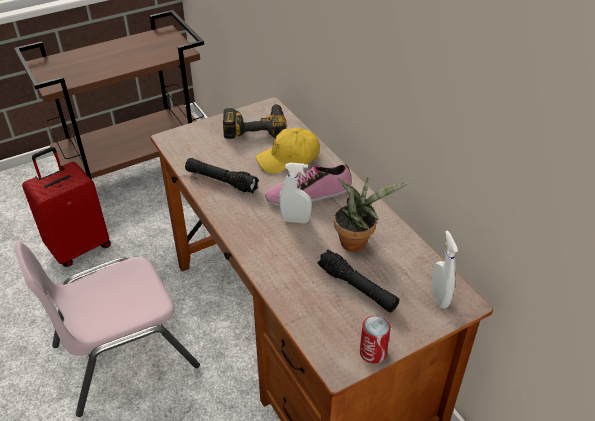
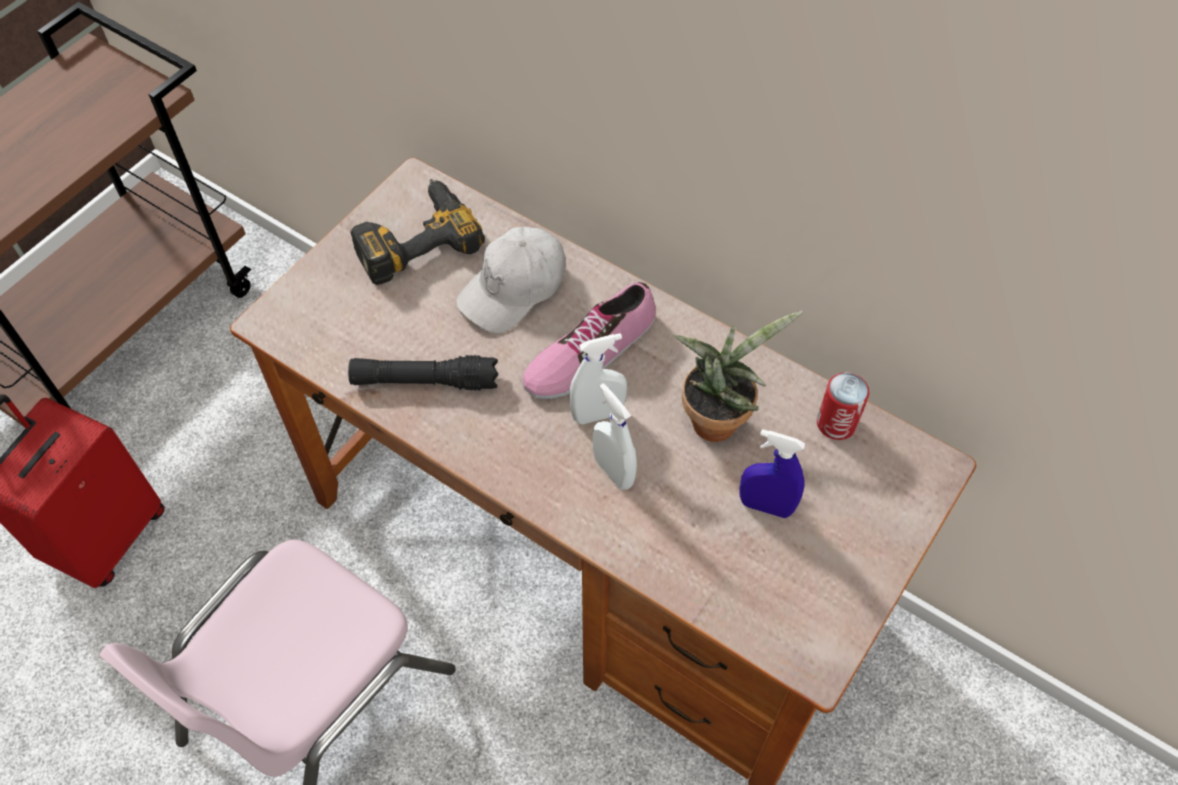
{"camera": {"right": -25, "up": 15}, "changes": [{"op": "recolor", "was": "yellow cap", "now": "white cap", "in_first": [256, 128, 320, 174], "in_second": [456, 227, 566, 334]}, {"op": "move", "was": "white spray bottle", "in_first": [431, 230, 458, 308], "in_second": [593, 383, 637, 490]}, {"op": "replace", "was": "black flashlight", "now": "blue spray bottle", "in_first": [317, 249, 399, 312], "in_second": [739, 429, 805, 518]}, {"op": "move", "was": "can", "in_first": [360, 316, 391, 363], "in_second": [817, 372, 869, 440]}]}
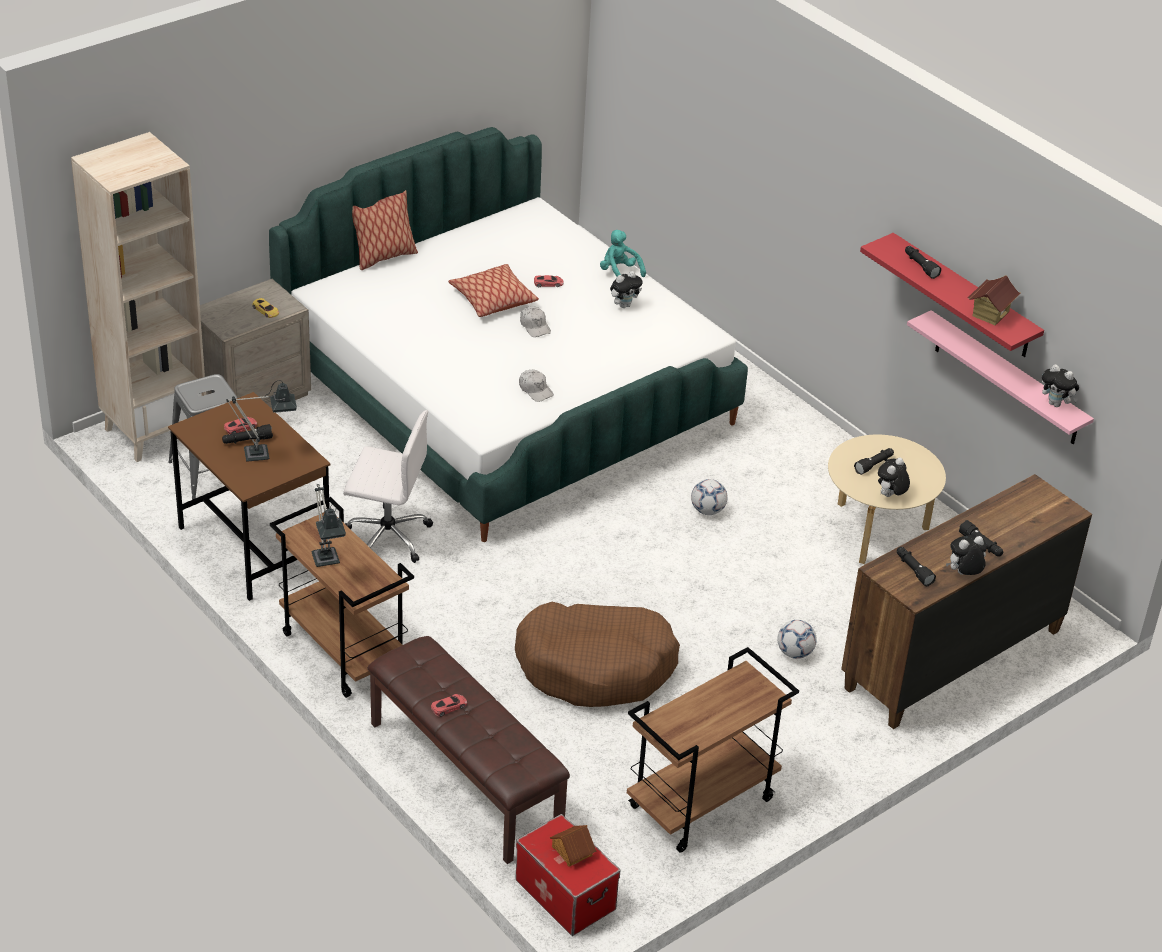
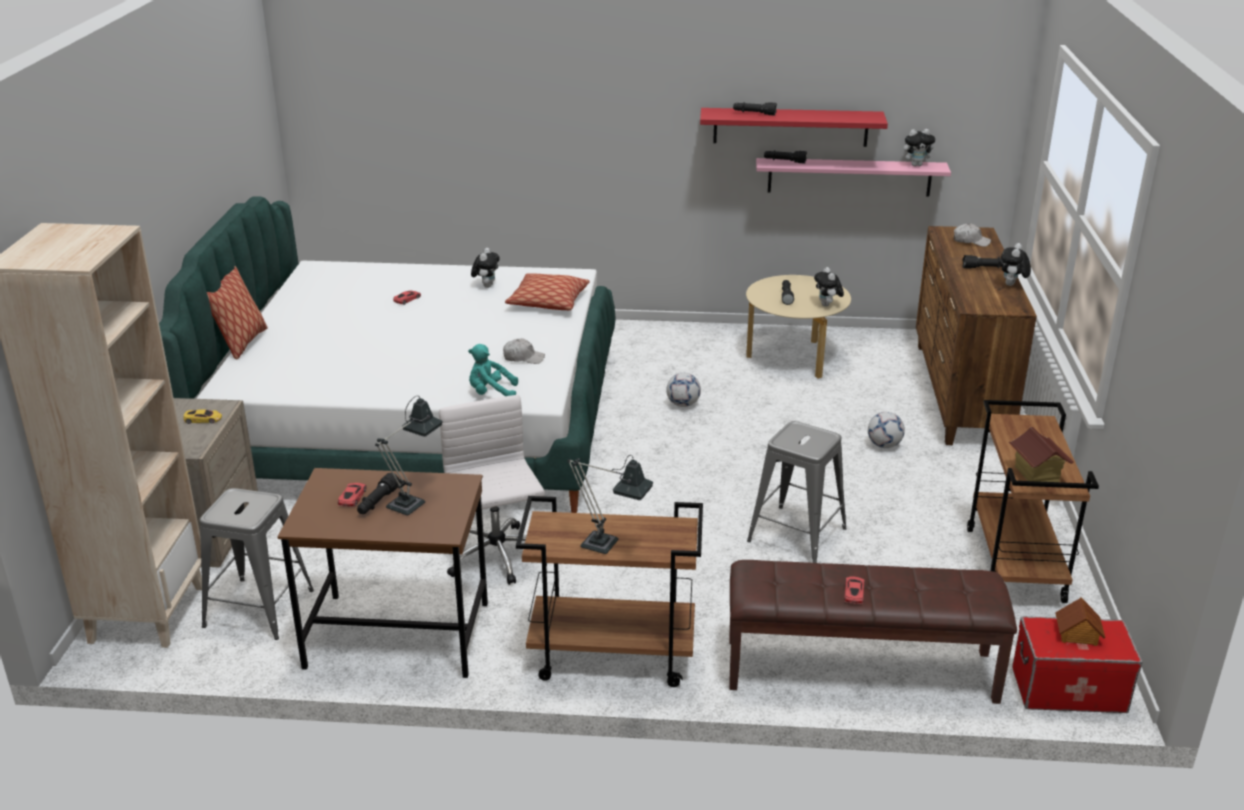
{"camera": {"right": -45, "up": -10}, "changes": [{"op": "rotate", "was": "white office chair", "in_first": [343, 410, 433, 563], "in_second": [439, 395, 545, 585], "clockwise": -75}, {"op": "move", "was": "turquoise plush toy", "in_first": [600, 230, 646, 277], "in_second": [468, 344, 518, 396]}, {"op": "move", "was": "pillow", "in_first": [448, 264, 539, 317], "in_second": [505, 274, 590, 310]}, {"op": "replace", "was": "brown dog bed", "now": "grey stool", "in_first": [515, 602, 680, 707], "in_second": [747, 421, 847, 563]}, {"op": "move", "was": "black flashlight", "in_first": [897, 547, 936, 586], "in_second": [764, 150, 807, 164]}, {"op": "move", "was": "white cap", "in_first": [520, 306, 551, 337], "in_second": [954, 224, 991, 247]}, {"op": "move", "was": "toy house", "in_first": [968, 275, 1021, 325], "in_second": [1009, 427, 1074, 482]}]}
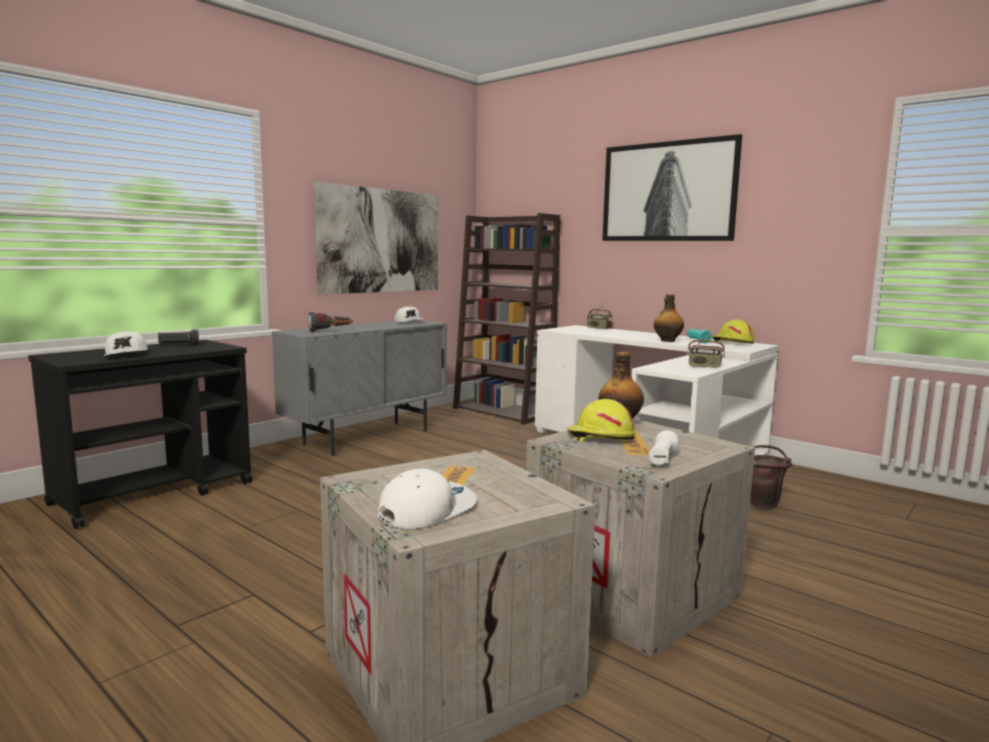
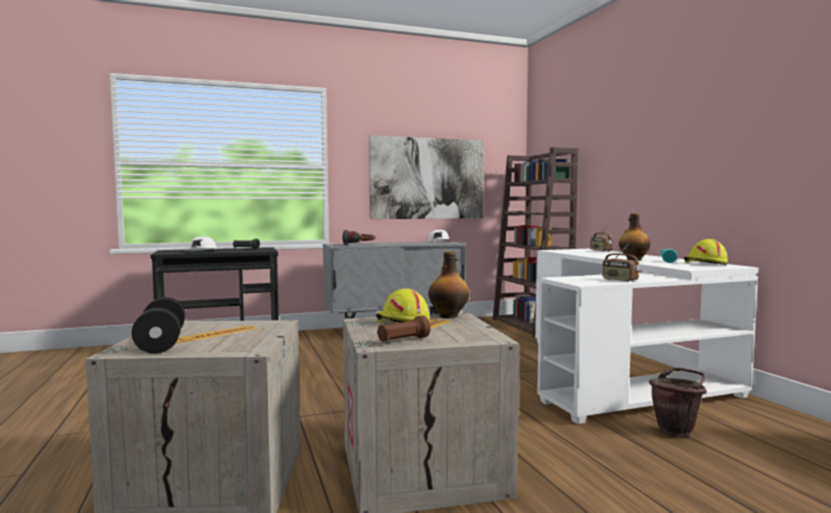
{"camera": {"right": 30, "up": -5}, "changes": [{"op": "replace", "was": "white cap", "now": "black dumbbell", "in_first": [378, 469, 477, 529], "in_second": [132, 297, 185, 354]}, {"op": "recolor", "was": "white flashlight", "now": "brown flashlight", "in_first": [649, 430, 680, 465], "in_second": [377, 316, 431, 342]}, {"op": "delete", "was": "picture", "in_first": [602, 134, 742, 241]}]}
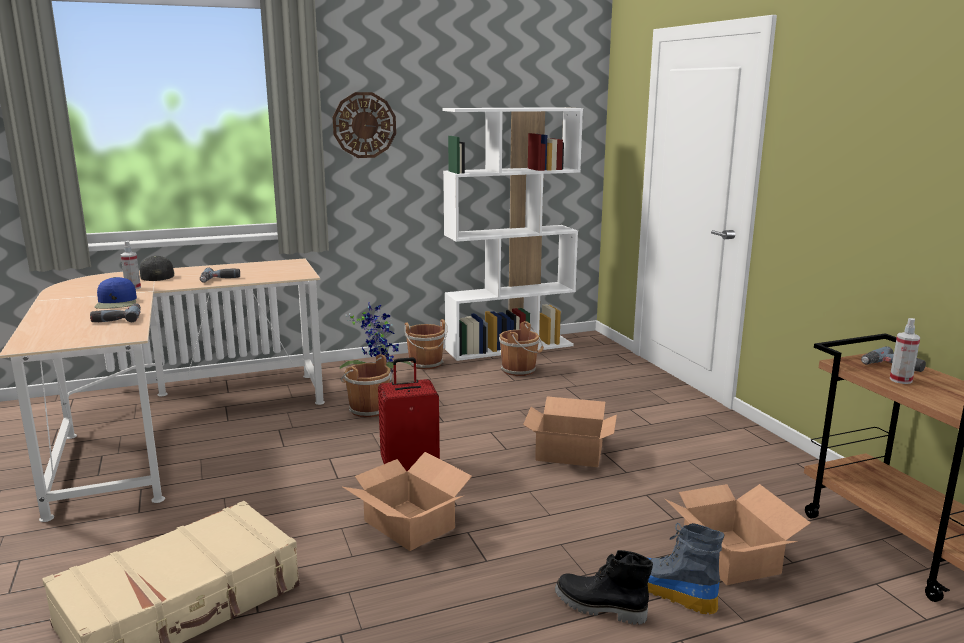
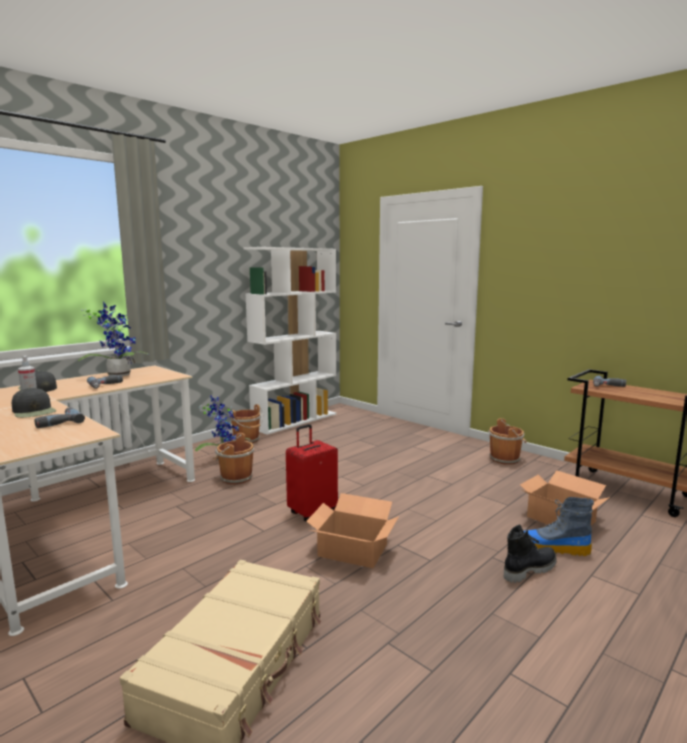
{"camera": {"right": -25, "up": -5}, "changes": [{"op": "recolor", "was": "blue cap", "now": "black cap", "in_first": [95, 277, 137, 309], "in_second": [12, 388, 57, 418]}, {"op": "insert", "now": "potted plant", "in_second": [78, 302, 149, 376]}, {"op": "move", "was": "brown bucket", "in_first": [499, 321, 544, 376], "in_second": [488, 418, 527, 465]}, {"op": "rotate", "was": "black boot", "in_first": [555, 550, 653, 625], "in_second": [504, 524, 557, 583], "clockwise": 150}, {"op": "delete", "was": "wall clock", "in_first": [333, 92, 396, 158]}, {"op": "delete", "was": "cardboard box", "in_first": [523, 396, 617, 467]}, {"op": "delete", "was": "spray bottle", "in_first": [890, 318, 920, 384]}]}
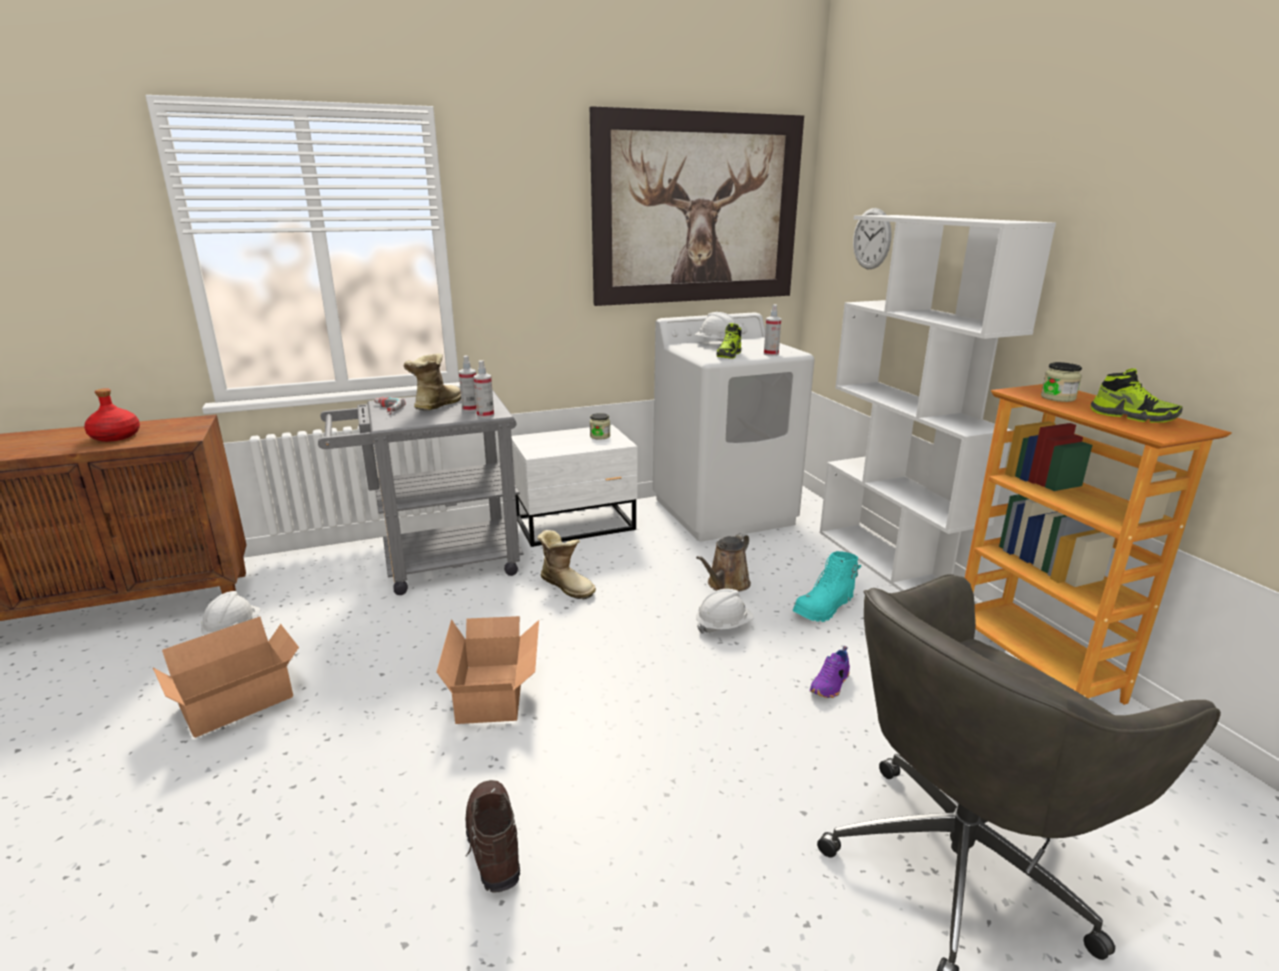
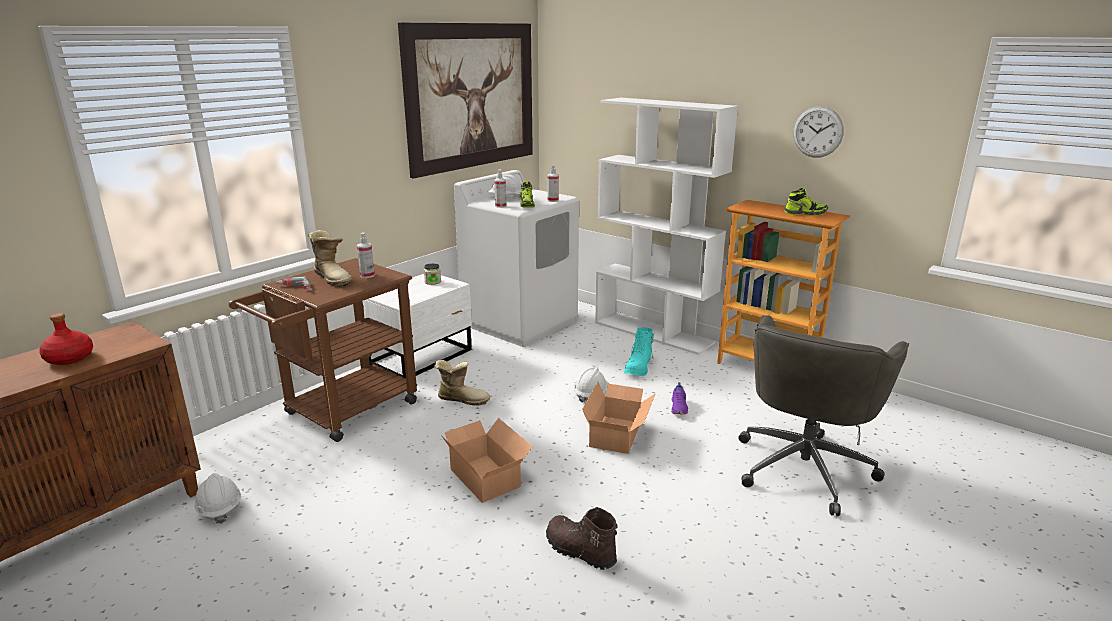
{"camera": {"right": -30, "up": 0}, "changes": [{"op": "recolor", "was": "grey cart", "now": "brown cart", "in_first": [318, 390, 524, 595], "in_second": [229, 258, 417, 442]}, {"op": "rotate", "was": "boot", "in_first": [404, 353, 461, 410], "in_second": [308, 230, 352, 287], "clockwise": 150}, {"op": "move", "was": "spray bottle", "in_first": [474, 360, 494, 418], "in_second": [494, 169, 506, 208]}, {"op": "move", "was": "cardboard box", "in_first": [153, 617, 299, 738], "in_second": [582, 382, 656, 454]}, {"op": "move", "was": "wall clock", "in_first": [853, 208, 892, 269], "in_second": [793, 106, 844, 158]}, {"op": "delete", "was": "brown watering can", "in_first": [696, 533, 751, 592]}, {"op": "delete", "was": "jar", "in_first": [1041, 362, 1082, 402]}]}
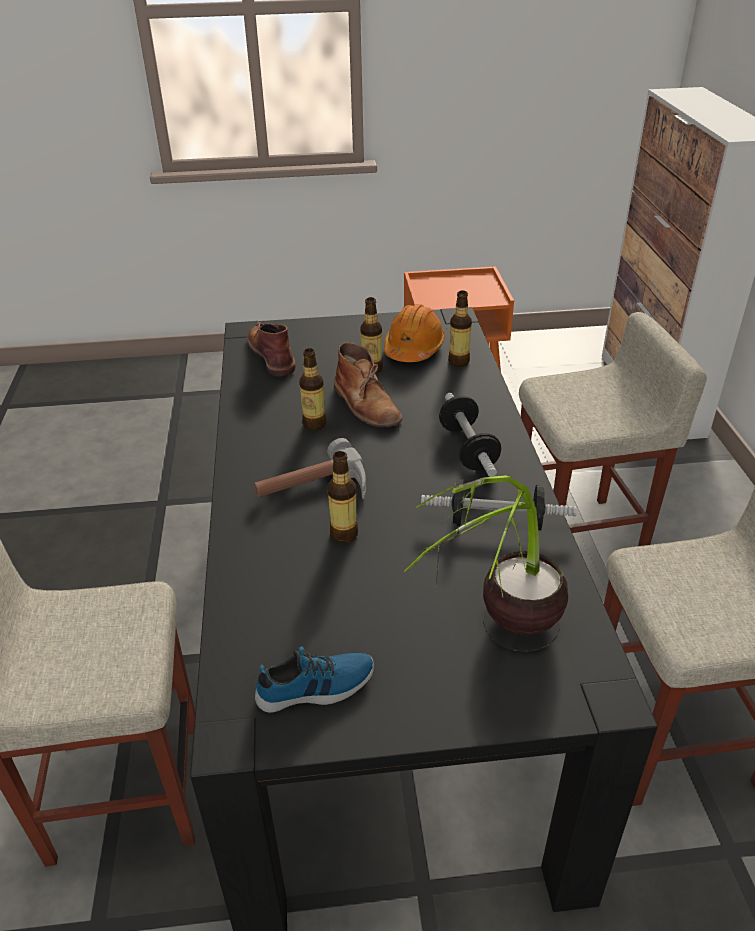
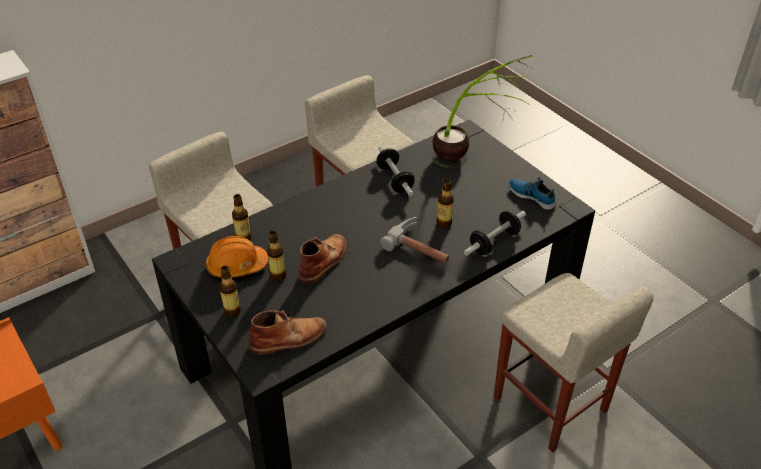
{"camera": {"right": -120, "up": 5}, "changes": [{"op": "move", "was": "bottle", "in_first": [299, 348, 326, 431], "in_second": [219, 266, 241, 317]}, {"op": "rotate", "was": "brown boot", "in_first": [247, 322, 296, 377], "in_second": [248, 310, 327, 355], "clockwise": -150}, {"op": "move", "was": "dumbbell", "in_first": [439, 393, 501, 477], "in_second": [464, 211, 526, 256]}]}
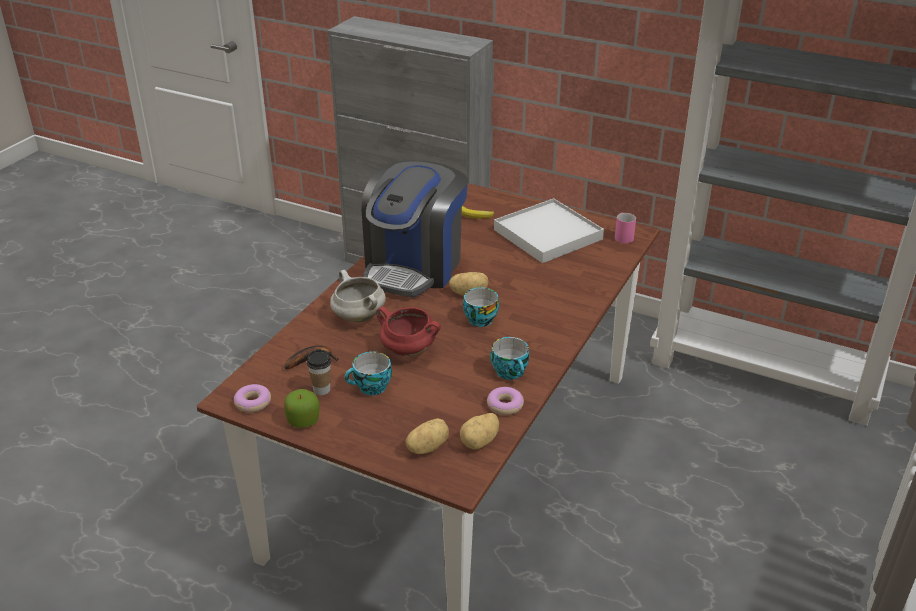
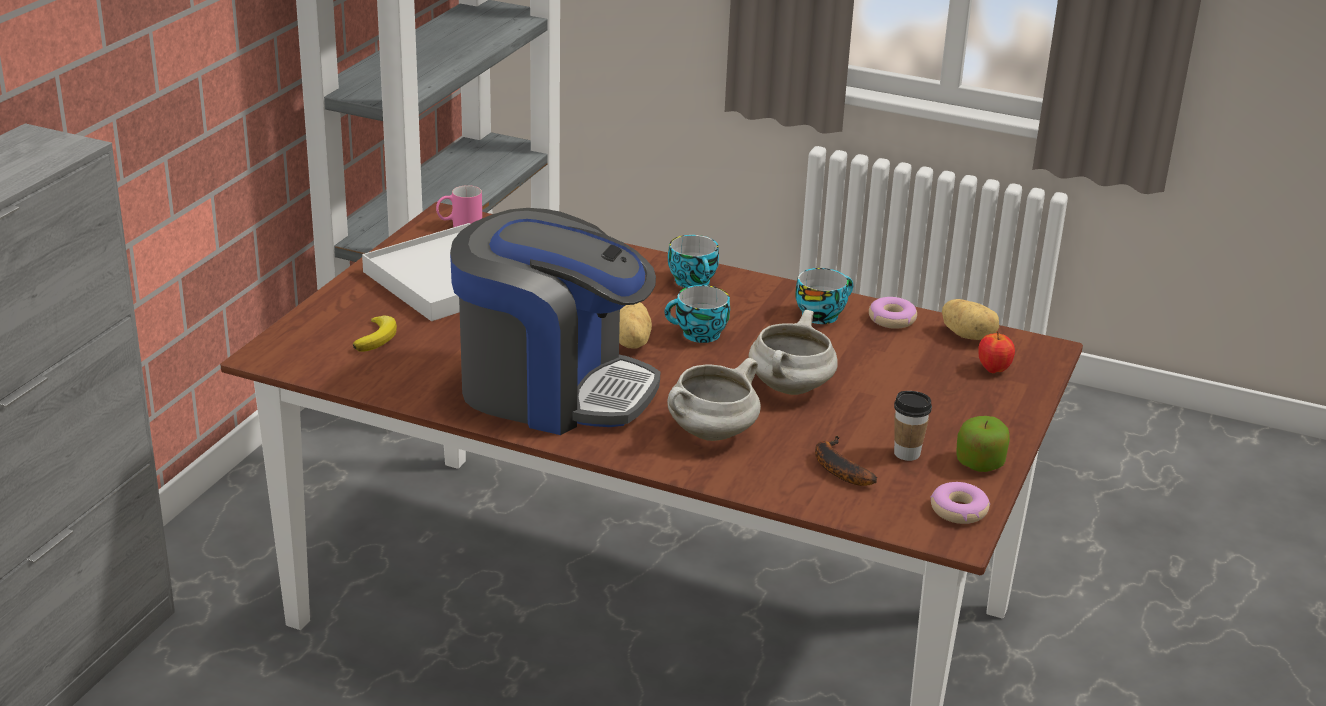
{"camera": {"right": -95, "up": -5}, "changes": [{"op": "move", "was": "cup", "in_first": [345, 351, 392, 395], "in_second": [668, 235, 719, 288]}, {"op": "recolor", "was": "red cooking pot", "now": "white cooking pot", "in_first": [376, 307, 441, 356], "in_second": [749, 310, 838, 395]}, {"op": "replace", "was": "potato", "now": "apple", "in_first": [406, 418, 449, 454], "in_second": [978, 331, 1015, 373]}]}
